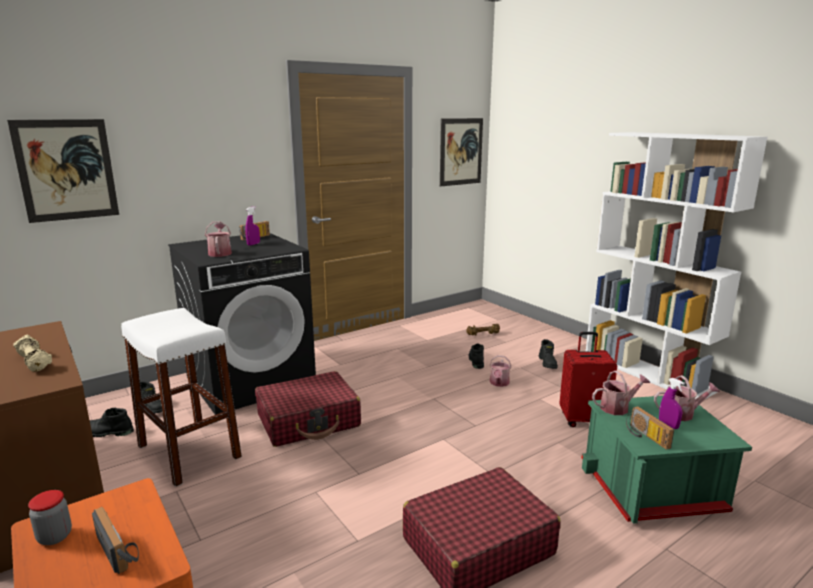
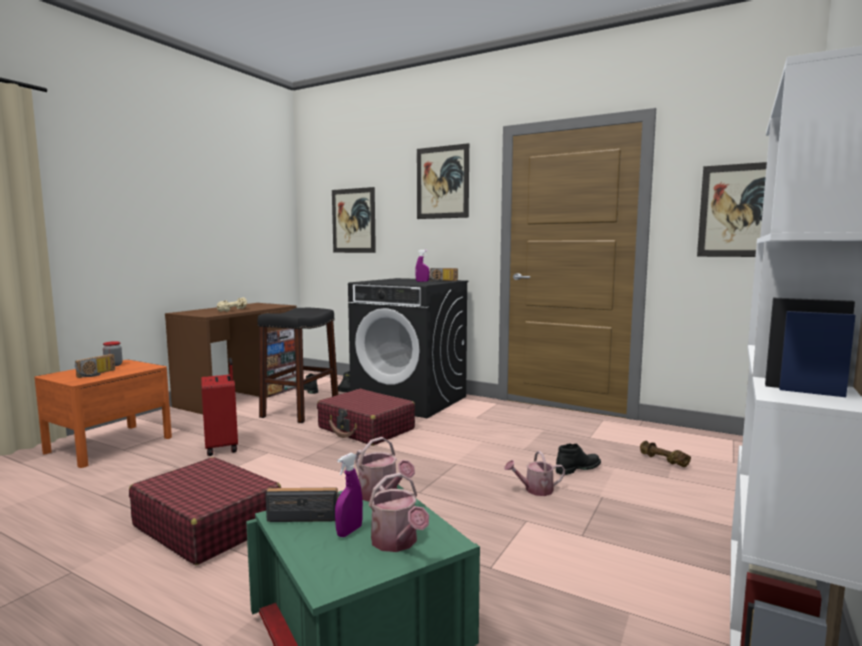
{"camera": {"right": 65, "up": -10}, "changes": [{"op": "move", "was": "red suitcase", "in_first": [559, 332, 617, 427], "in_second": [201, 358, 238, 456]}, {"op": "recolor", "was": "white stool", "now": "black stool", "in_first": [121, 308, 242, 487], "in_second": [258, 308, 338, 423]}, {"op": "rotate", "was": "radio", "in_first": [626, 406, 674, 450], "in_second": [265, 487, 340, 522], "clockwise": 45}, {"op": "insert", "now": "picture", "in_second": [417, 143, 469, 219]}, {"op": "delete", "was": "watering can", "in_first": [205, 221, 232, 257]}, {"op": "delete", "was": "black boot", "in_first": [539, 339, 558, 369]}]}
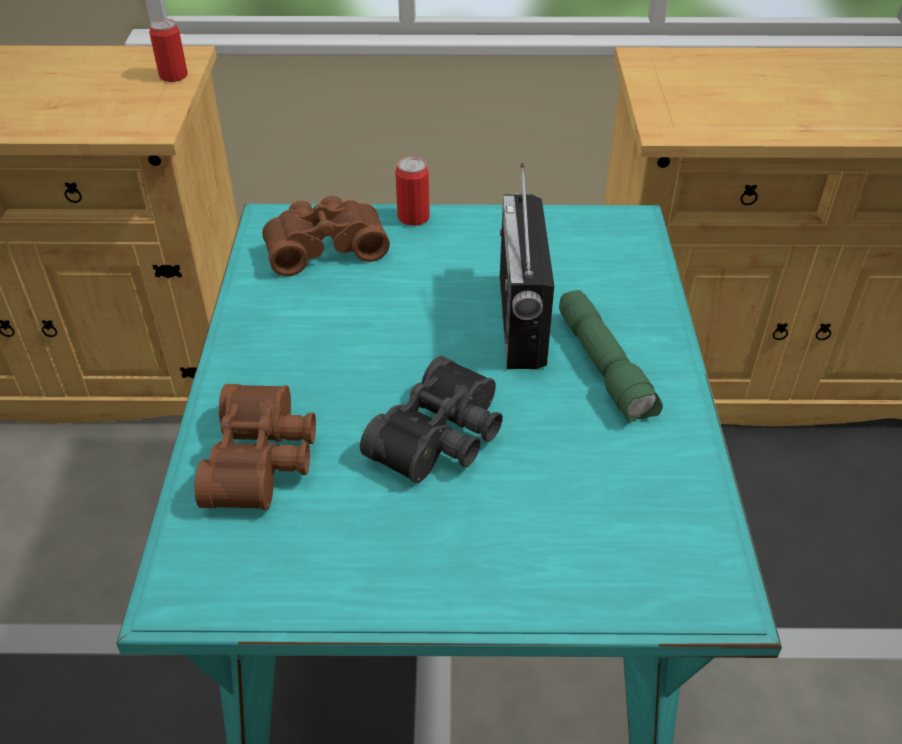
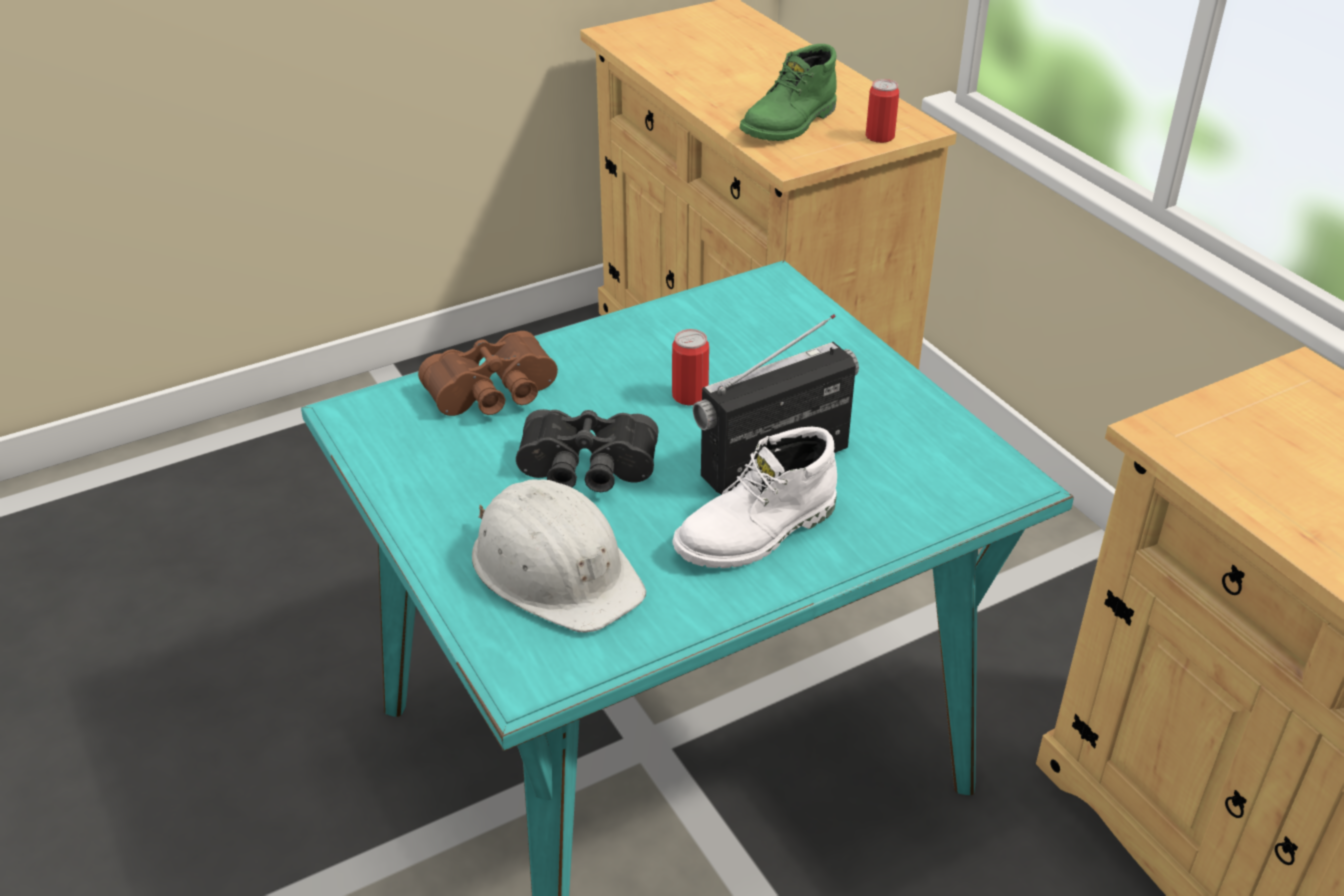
{"camera": {"right": 60, "up": -5}, "changes": [{"op": "insert", "now": "white hard hat", "in_second": [472, 479, 646, 633]}, {"op": "move", "was": "can", "in_first": [396, 156, 430, 226], "in_second": [672, 329, 709, 406]}, {"op": "replace", "was": "green flashlight", "now": "white boot", "in_first": [559, 290, 663, 423], "in_second": [673, 427, 837, 568]}, {"op": "insert", "now": "green boot", "in_second": [740, 44, 837, 141]}, {"op": "delete", "was": "brown binoculars", "in_first": [262, 196, 390, 276]}]}
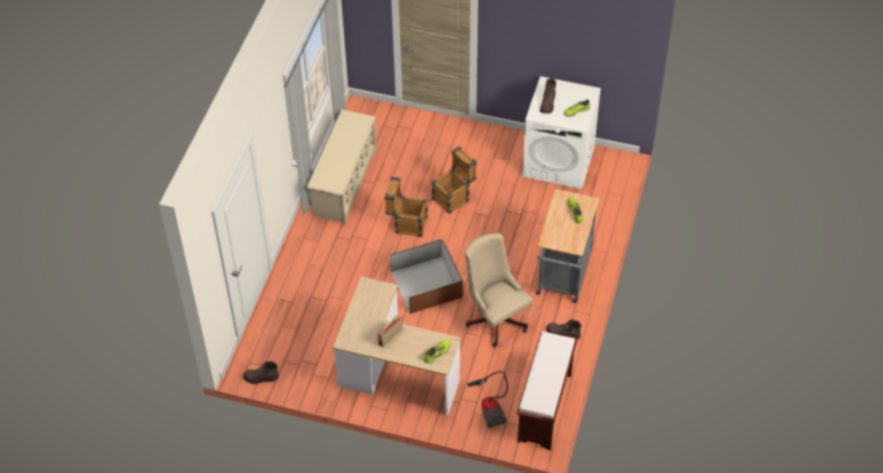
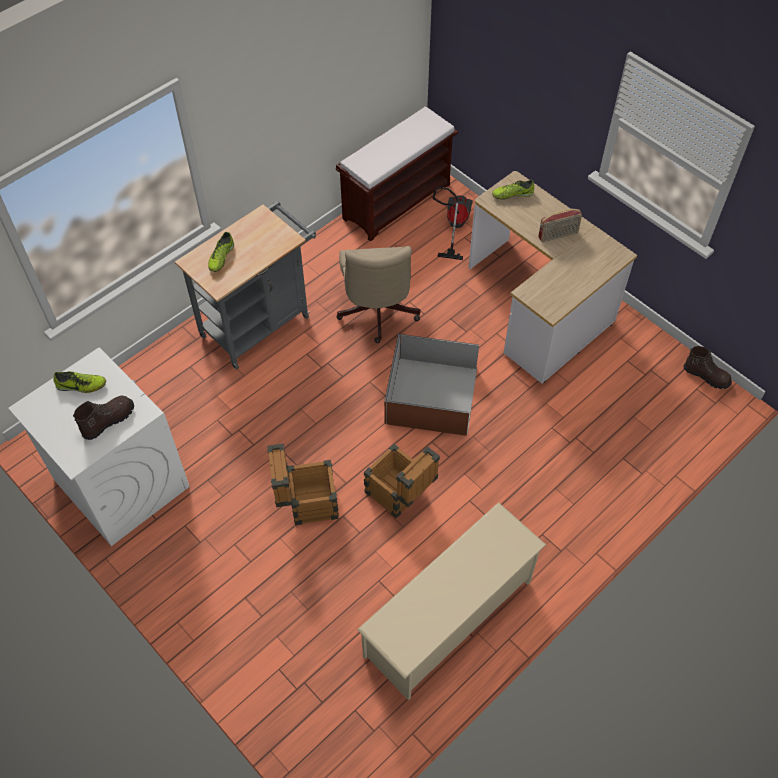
{"camera": {"right": -150, "up": 5}, "changes": [{"op": "delete", "was": "brown boot", "in_first": [546, 319, 581, 339]}]}
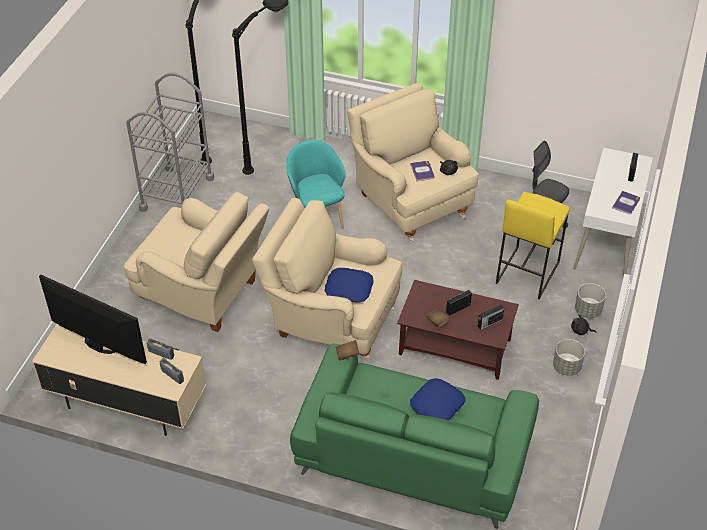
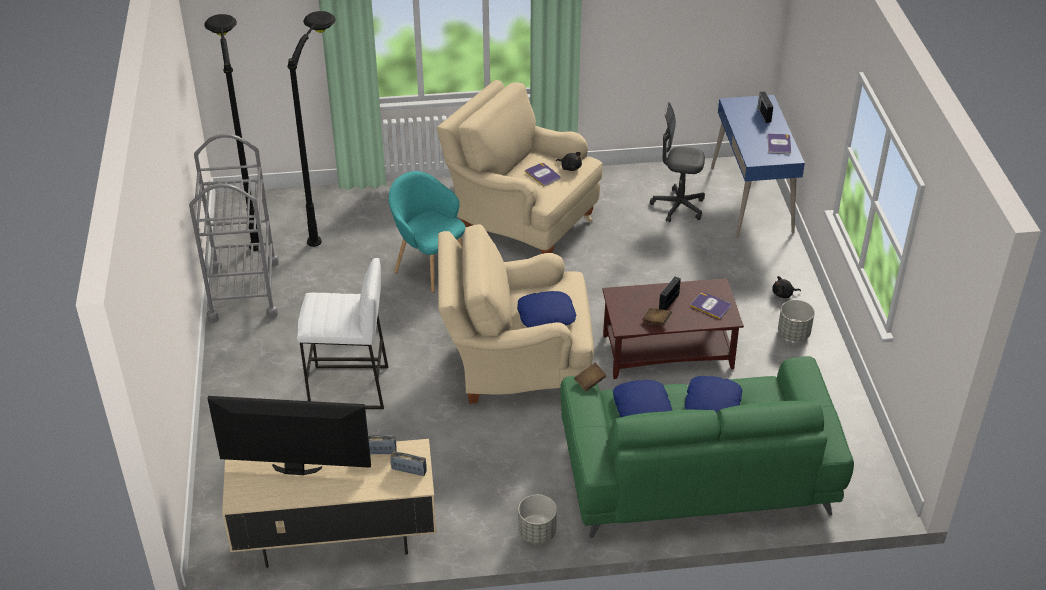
{"camera": {"right": -25, "up": -5}, "changes": [{"op": "replace", "was": "beige armchair", "now": "white stool", "in_first": [124, 192, 269, 332], "in_second": [297, 258, 388, 409]}, {"op": "move", "was": "grey planter", "in_first": [575, 283, 606, 318], "in_second": [518, 495, 557, 544]}, {"op": "insert", "now": "blue pillow", "in_second": [613, 380, 673, 417]}, {"op": "replace", "was": "radio", "now": "book", "in_first": [478, 305, 504, 330], "in_second": [690, 292, 731, 319]}, {"op": "recolor", "was": "white desk", "now": "blue desk", "in_first": [573, 148, 653, 277], "in_second": [711, 95, 805, 238]}, {"op": "delete", "was": "yellow stool", "in_first": [496, 192, 570, 299]}]}
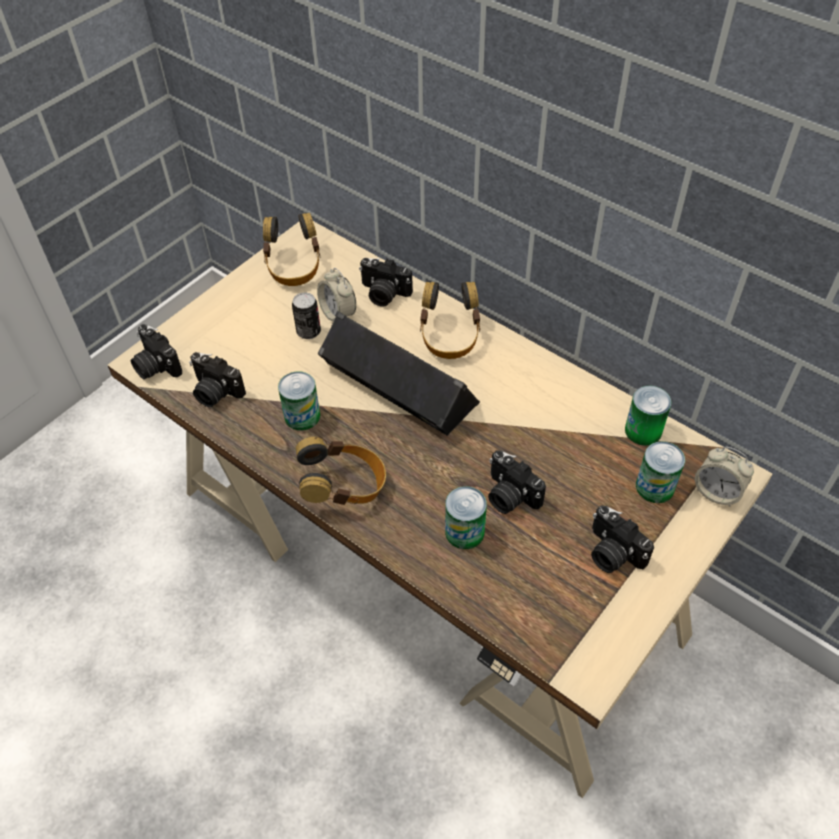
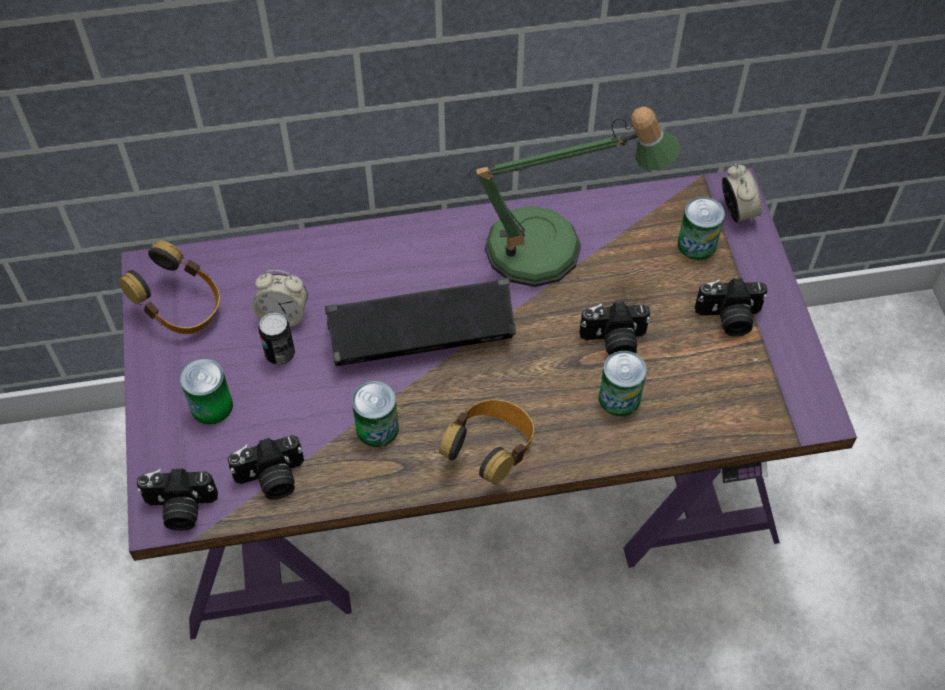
{"camera": {"right": -50, "up": 5}, "changes": [{"op": "recolor", "was": "beige desk", "now": "purple desk", "in_first": [108, 221, 772, 798], "in_second": [121, 168, 857, 640]}, {"op": "move", "was": "can", "in_first": [625, 386, 671, 446], "in_second": [180, 359, 233, 425]}, {"op": "insert", "now": "table lamp", "in_second": [469, 106, 681, 287]}, {"op": "rotate", "was": "alarm clock", "in_first": [695, 446, 754, 507], "in_second": [722, 164, 762, 223], "clockwise": -90}, {"op": "delete", "was": "photo camera", "in_first": [359, 258, 413, 307]}, {"op": "delete", "was": "headphones", "in_first": [420, 282, 480, 359]}]}
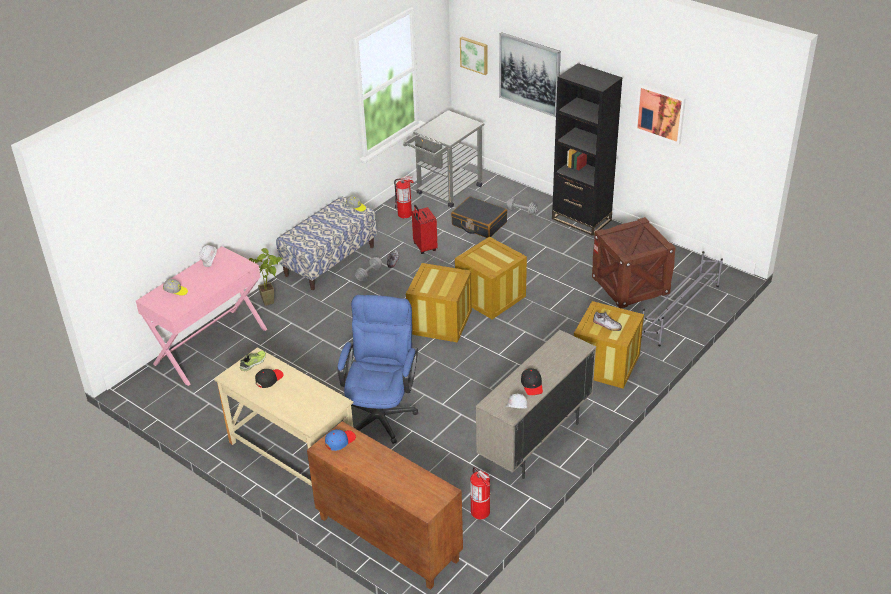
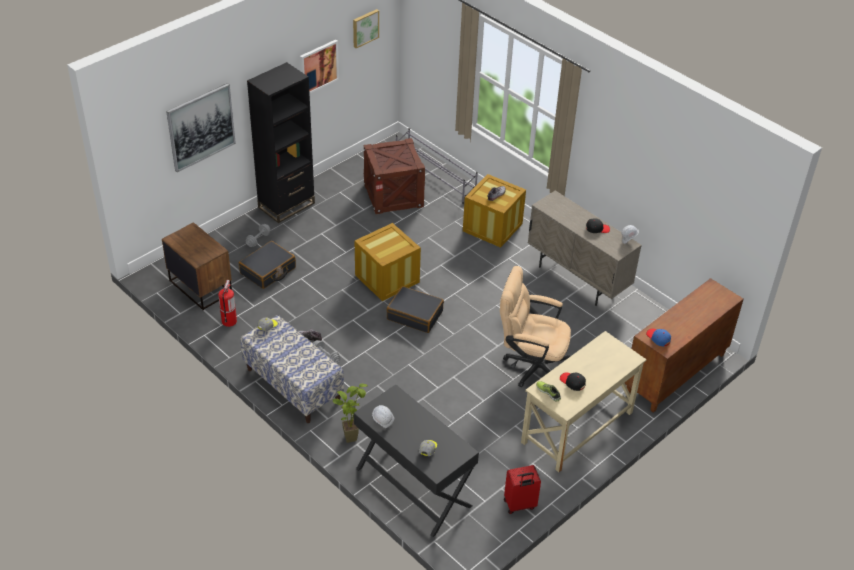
{"camera": {"right": -85, "up": 5}, "changes": [{"op": "replace", "was": "grey cart", "now": "brown nightstand", "in_first": [403, 110, 485, 208], "in_second": [162, 222, 232, 310]}, {"op": "move", "was": "picture", "in_first": [460, 37, 488, 75], "in_second": [353, 9, 379, 48]}, {"op": "recolor", "was": "pink desk", "now": "black desk", "in_first": [136, 246, 267, 386], "in_second": [354, 385, 479, 538]}, {"op": "replace", "was": "crate", "now": "black suitcase", "in_first": [406, 263, 472, 343], "in_second": [387, 286, 444, 333]}, {"op": "recolor", "was": "blue office chair", "now": "beige office chair", "in_first": [337, 295, 418, 444], "in_second": [500, 266, 571, 388]}, {"op": "move", "was": "red suitcase", "in_first": [412, 205, 438, 254], "in_second": [504, 465, 541, 514]}, {"op": "delete", "was": "fire extinguisher", "in_first": [470, 467, 490, 519]}]}
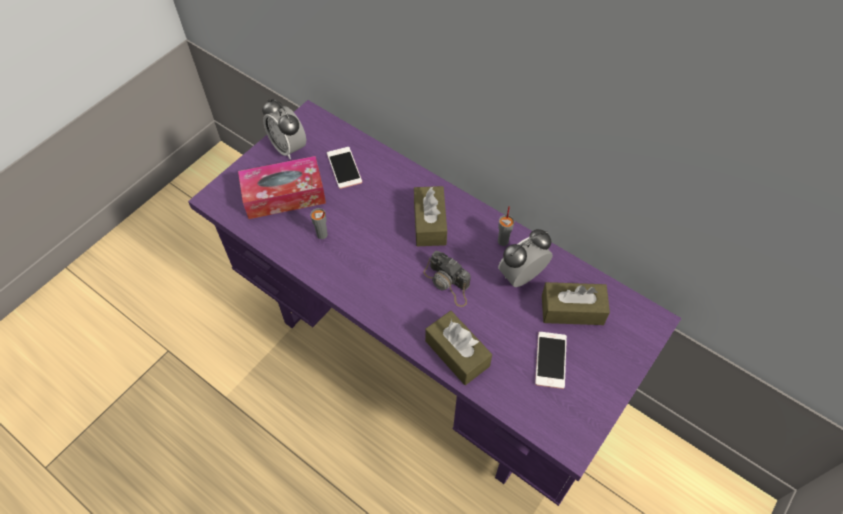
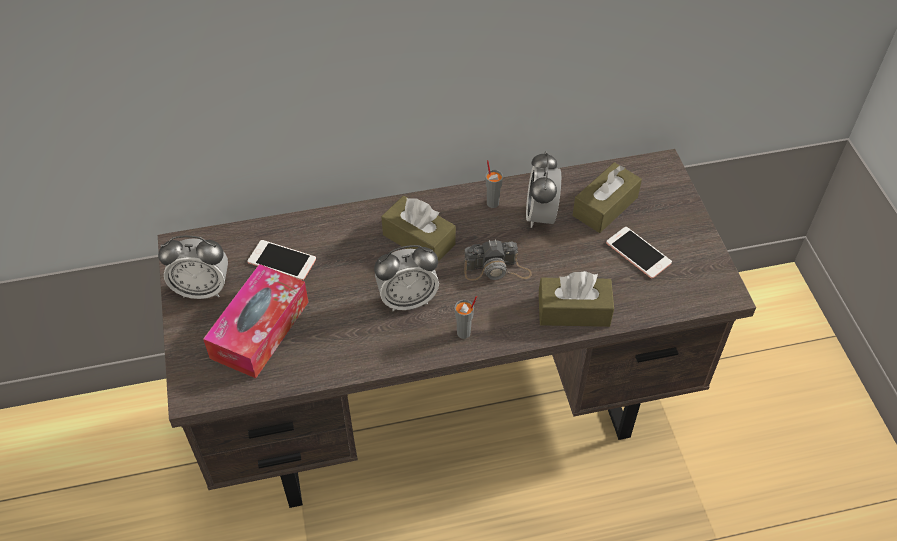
{"camera": {"right": -50, "up": -5}, "changes": [{"op": "recolor", "was": "purple desk", "now": "brown desk", "in_first": [188, 100, 682, 506], "in_second": [158, 149, 756, 508]}, {"op": "insert", "now": "alarm clock", "in_second": [374, 245, 439, 311]}, {"op": "move", "was": "grey cup", "in_first": [310, 208, 328, 239], "in_second": [455, 296, 477, 339]}]}
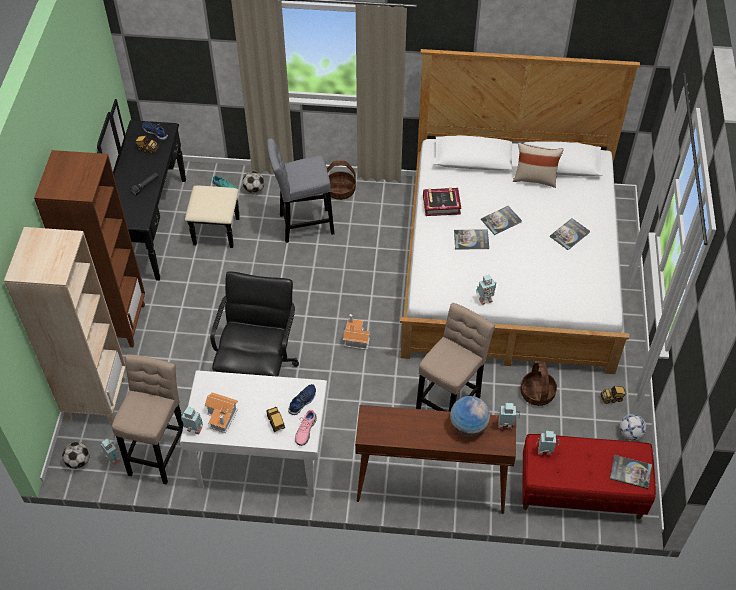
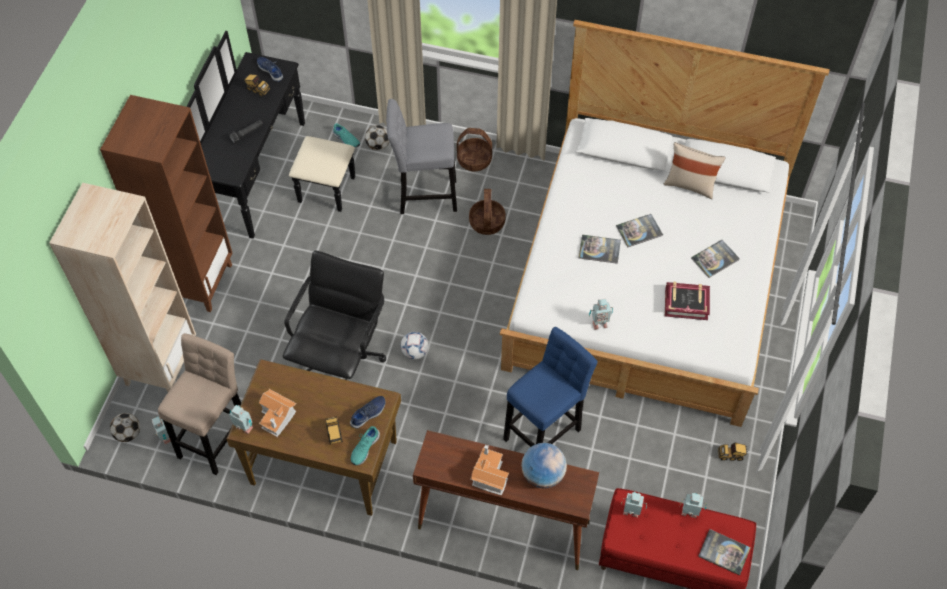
{"camera": {"right": 10, "up": 5}, "changes": [{"op": "recolor", "was": "white desk", "now": "brown desk", "in_first": [180, 370, 327, 497], "in_second": [226, 359, 401, 516]}, {"op": "recolor", "was": "pink shoe", "now": "turquoise shoe", "in_first": [295, 410, 317, 446], "in_second": [351, 426, 380, 465]}, {"op": "move", "was": "football", "in_first": [619, 414, 646, 440], "in_second": [401, 332, 429, 360]}, {"op": "move", "was": "basket", "in_first": [520, 362, 557, 406], "in_second": [469, 189, 506, 235]}, {"op": "move", "was": "toy house", "in_first": [343, 314, 370, 350], "in_second": [470, 445, 509, 496]}, {"op": "recolor", "was": "beige stool", "now": "blue stool", "in_first": [416, 303, 495, 412], "in_second": [503, 327, 598, 447]}, {"op": "move", "was": "book", "in_first": [423, 187, 461, 216], "in_second": [665, 282, 710, 320]}, {"op": "move", "was": "toy robot", "in_first": [496, 402, 520, 429], "in_second": [680, 492, 707, 518]}]}
